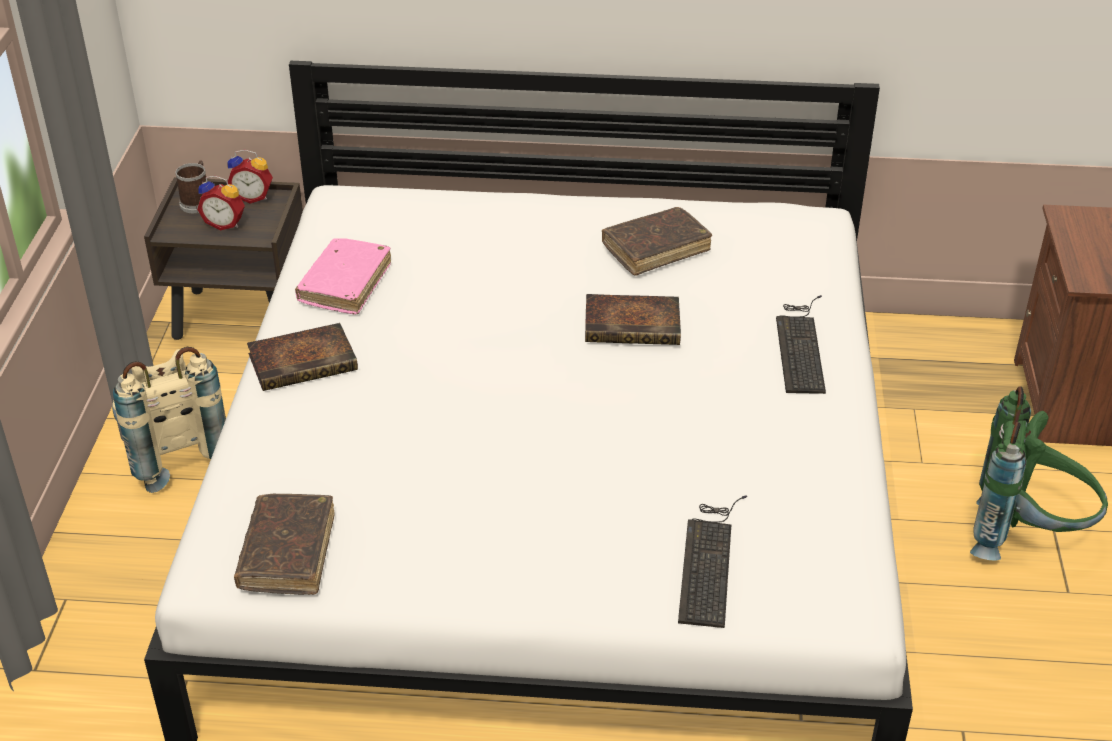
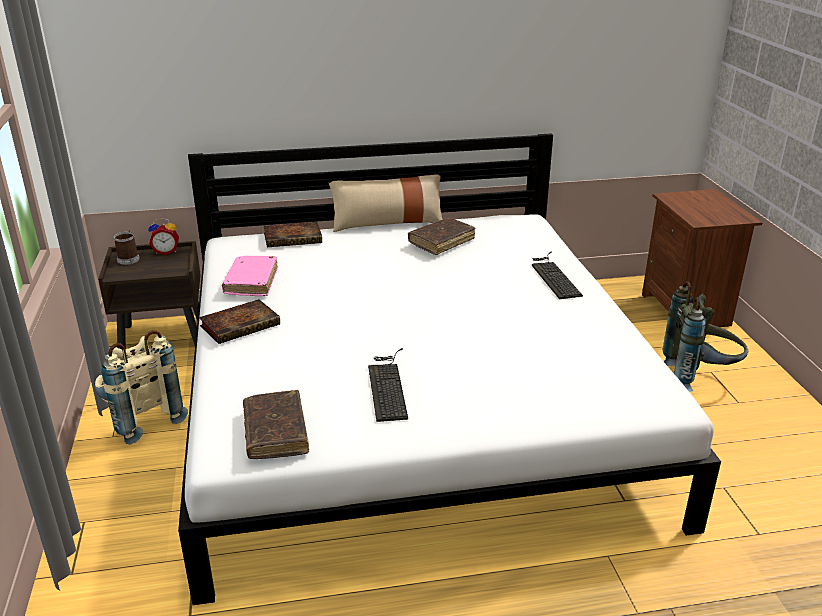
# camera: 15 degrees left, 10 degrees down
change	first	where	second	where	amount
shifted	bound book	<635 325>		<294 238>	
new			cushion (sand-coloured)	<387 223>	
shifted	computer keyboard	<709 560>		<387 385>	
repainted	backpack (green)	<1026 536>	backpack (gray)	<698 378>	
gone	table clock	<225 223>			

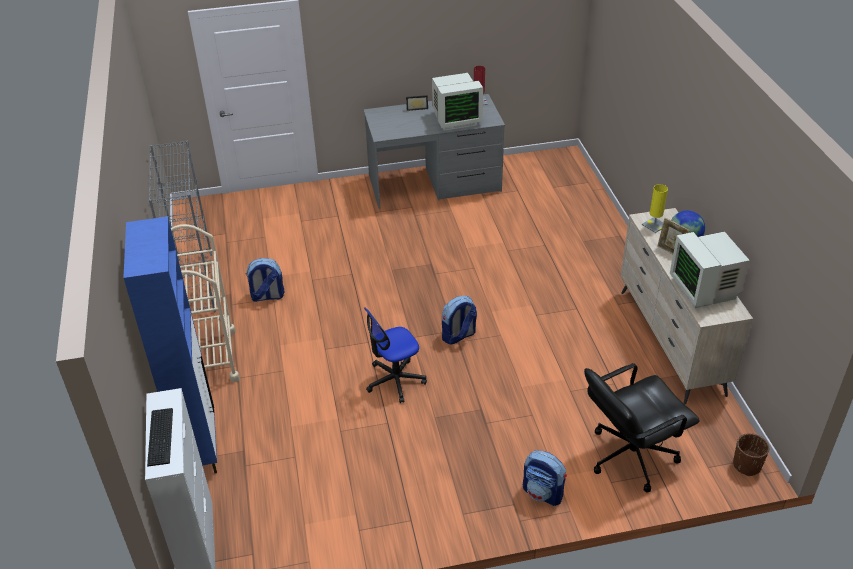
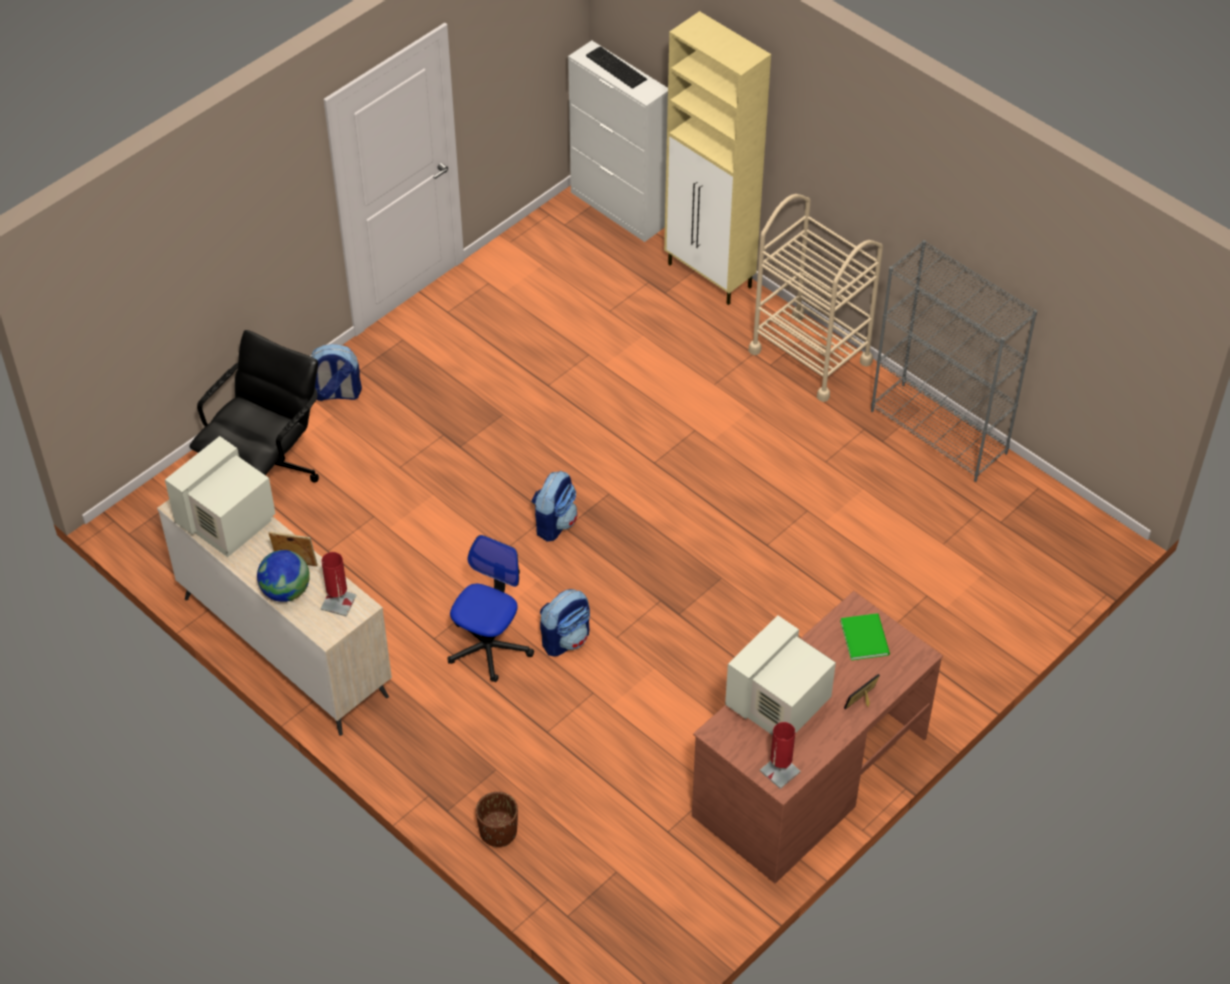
# camera: 145 degrees right, 10 degrees up
change	first	where	second	where	amount
rotated	monitor	<705 289>		<229 523>	90 degrees counterclockwise
repainted	tabletop lamp (yellow-coloured)	<654 225>	tabletop lamp (reddish)	<338 602>	
shifted	computer chair	<395 380>		<489 647>	
shifted	planter (brownish)	<747 465>		<498 832>	
shifted	backpack	<267 296>		<566 639>	
repainted	storage cabinet (blue-coloured)	<200 447>	storage cabinet (sand-coloured)	<710 276>	
repainted	desk unit (gray)	<434 184>	desk unit (brownish)	<809 776>	
new			bound book (green)	<865 636>	

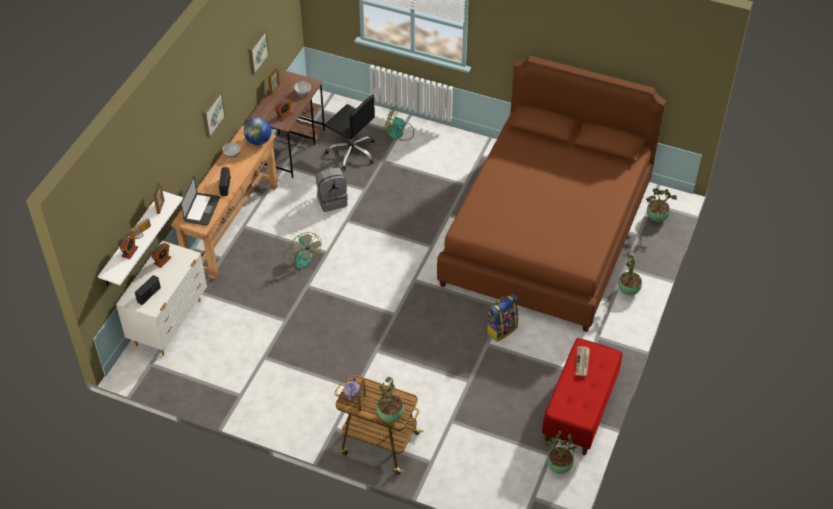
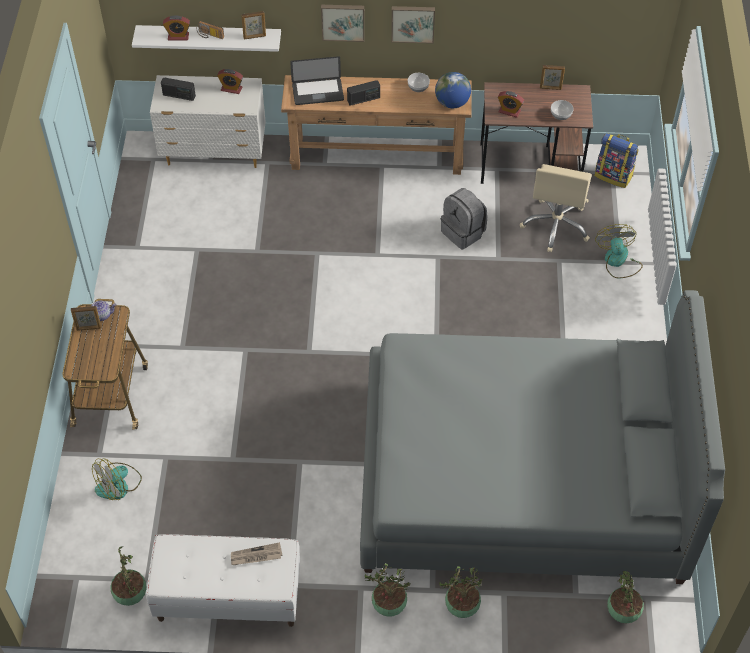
# camera: 70 degrees right, 5 degrees up
change	first	where	second	where	amount
shifted	electric fan	<301 255>		<119 485>	
repainted	long seat (reddish)	<580 410>	long seat (white)	<228 597>	
shifted	picture	<256 51>		<343 21>	
repainted	sleeping bed (brownish)	<547 234>	sleeping bed (gray)	<521 479>	
shifted	houseplant	<390 416>		<388 606>	
repainted	computer chair (blackish)	<352 152>	computer chair (sand-coloured)	<556 226>	
shifted	backpack	<501 329>		<614 175>	

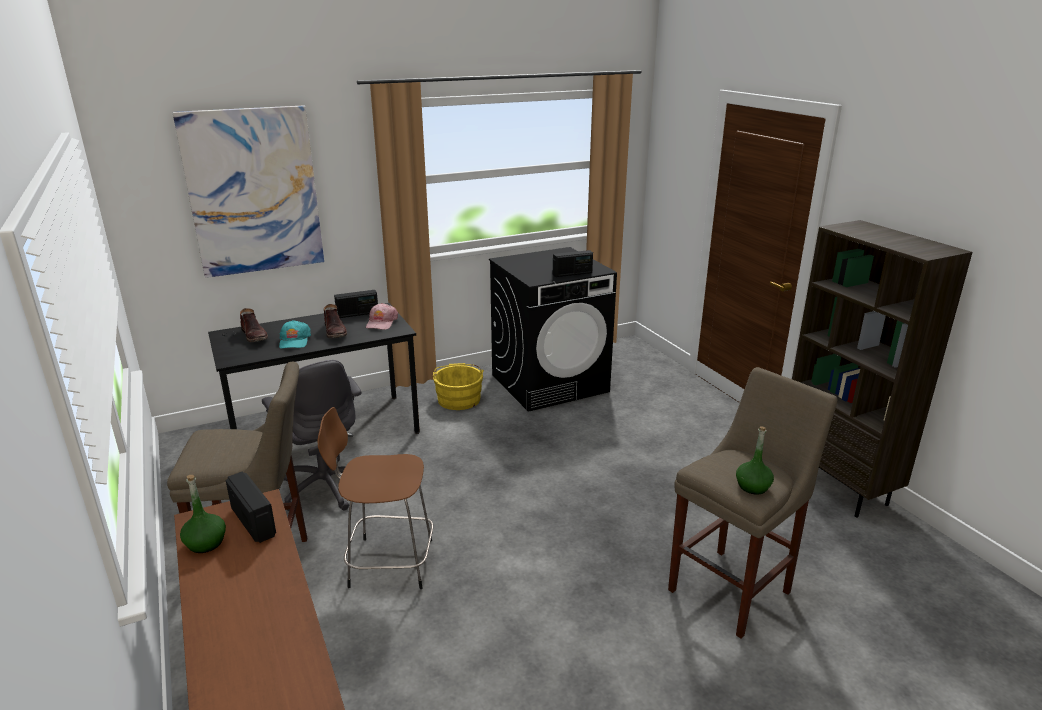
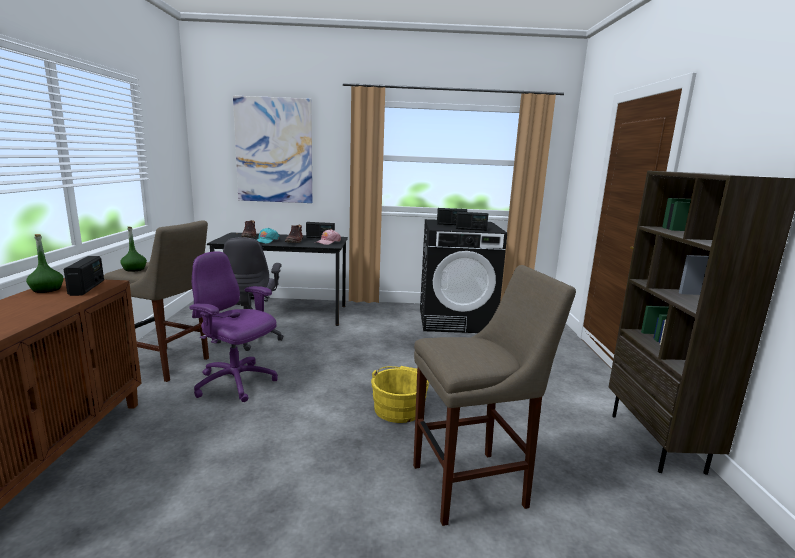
# camera: 25 degrees right, 10 degrees down
change	first	where	second	where	amount
shifted	beverage bottle (green)	<752 486>		<134 269>	
swapped	stool (brownish)	<387 562>	computer chair (purplish)	<236 383>	
shifted	pail (yellow-coloured)	<459 398>		<399 407>	
new			radio	<451 224>	

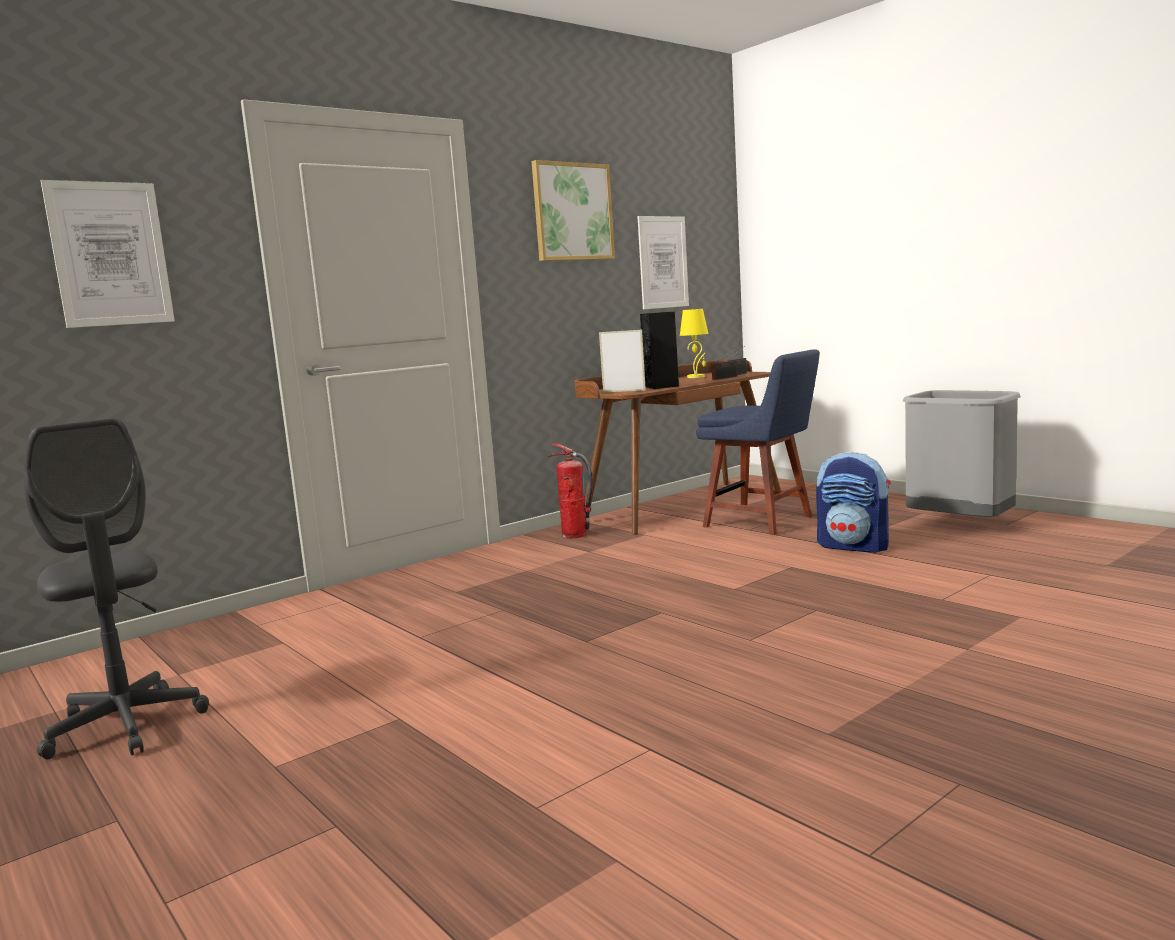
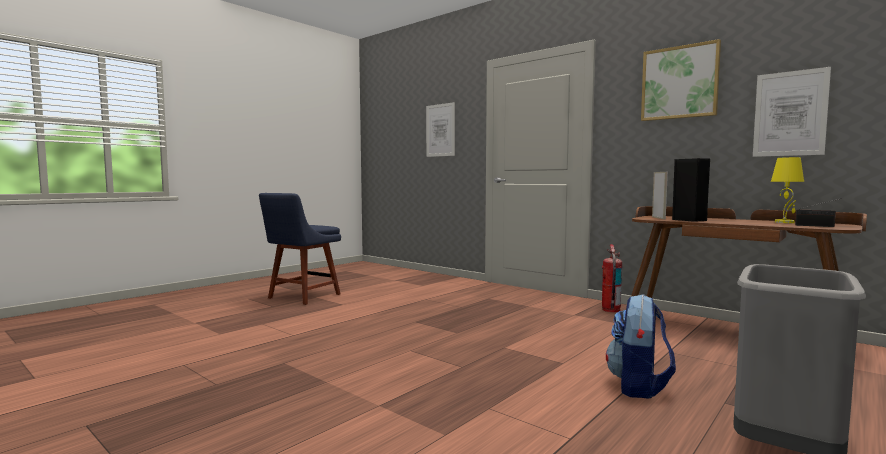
# camera: 80 degrees right, 5 degrees down
change	first	where	second	where	amount
shifted	plain chair (blue-coloured)	<763 522>		<302 297>	
gone	computer chair (gray)	<126 726>			
gone	radio	<726 378>			

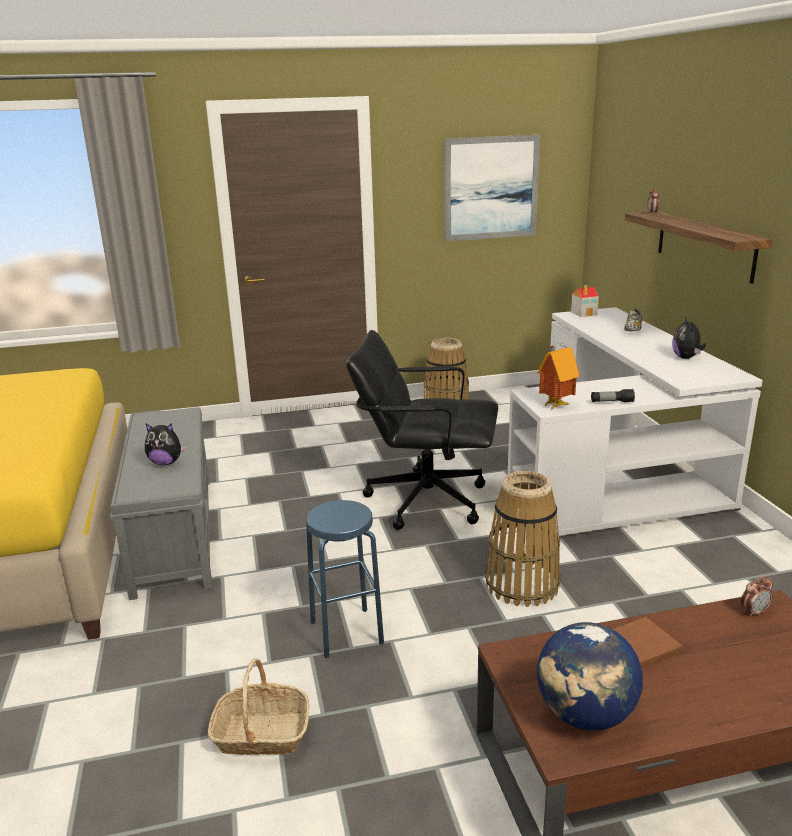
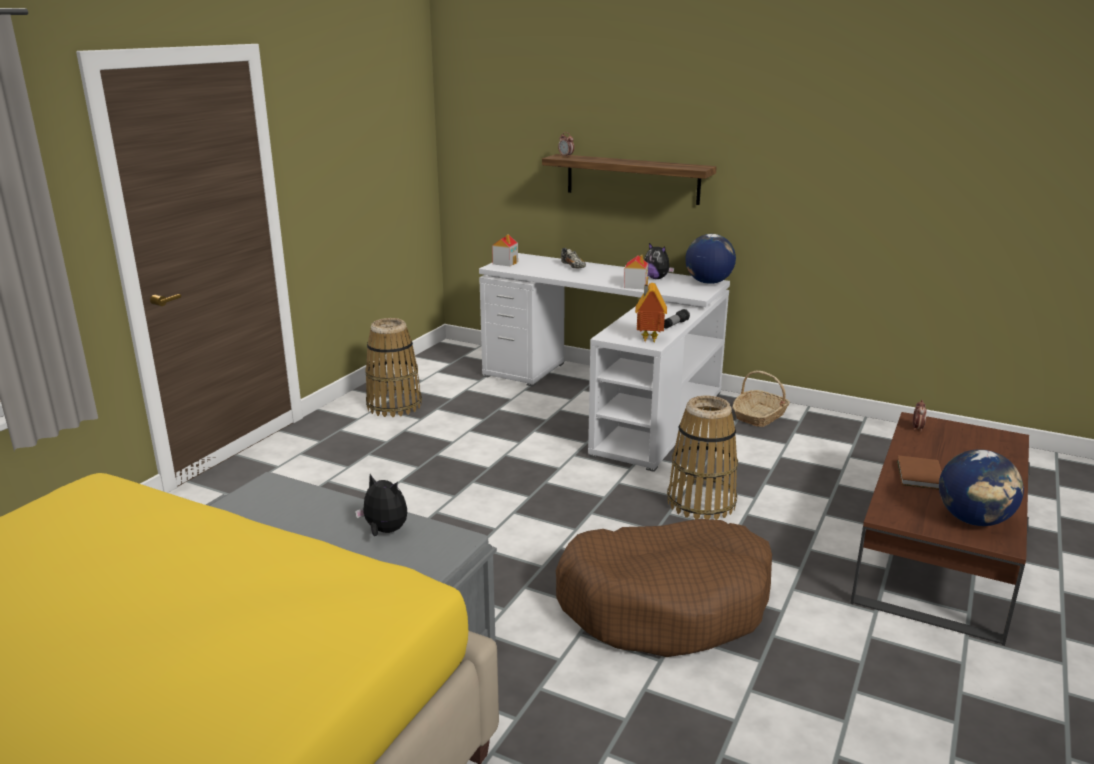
# camera: 50 degrees left, 0 degrees up
change	first	where	second	where	amount
rotated	cuddly toy	<166 463>		<384 531>	105 degrees counterclockwise
swapped	stool (blue-coloured)	<346 632>	dog bed (brownish)	<665 604>	
new			miniature house	<635 285>	
new			desk globe	<708 282>	
shifted	household basket	<261 734>		<759 416>	
gone	computer chair (blackish)	<425 500>			
gone	picture	<491 188>			

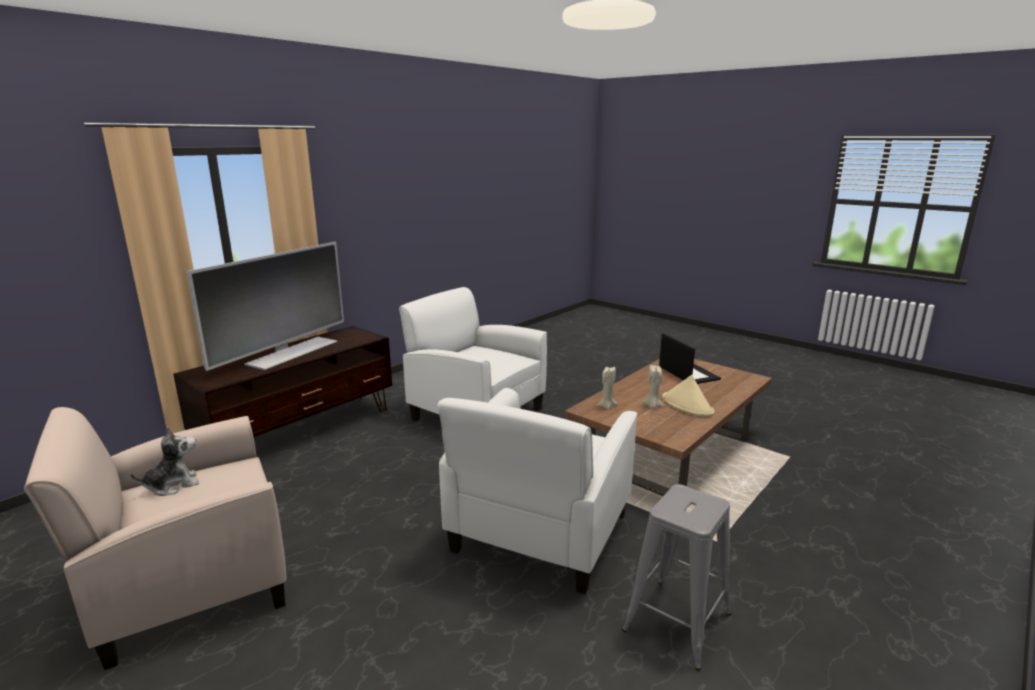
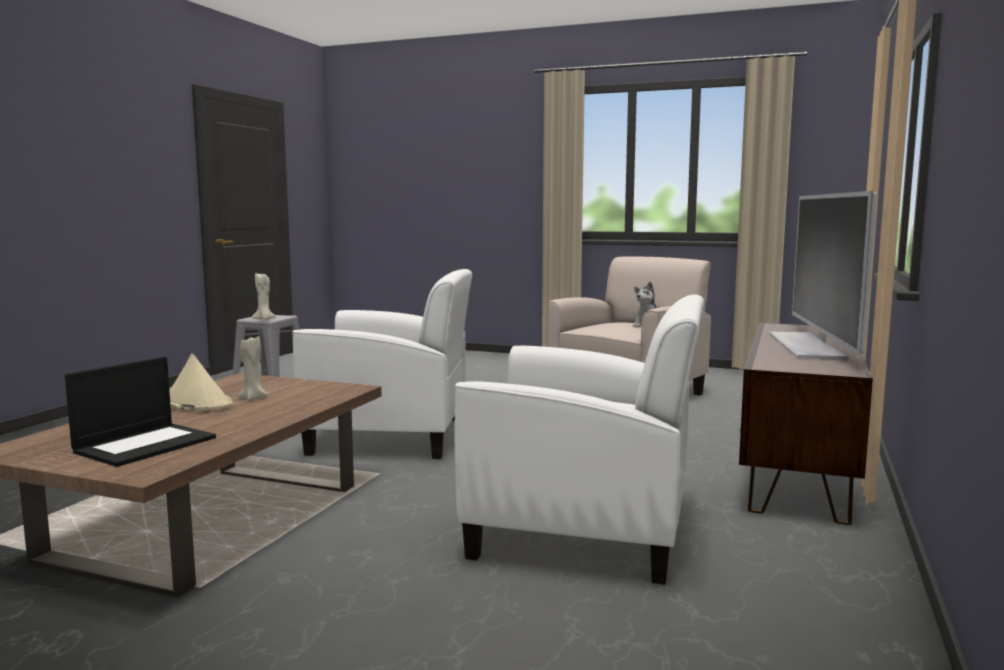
# camera: 160 degrees right, 10 degrees down
change	first	where	second	where	amount
rotated	portable computer	<687 373>		<146 444>	105 degrees counterclockwise
shifted	wax light (sand-coloured)	<606 406>		<264 319>	
rotated	armchair (white)	<539 533>		<391 436>	90 degrees clockwise

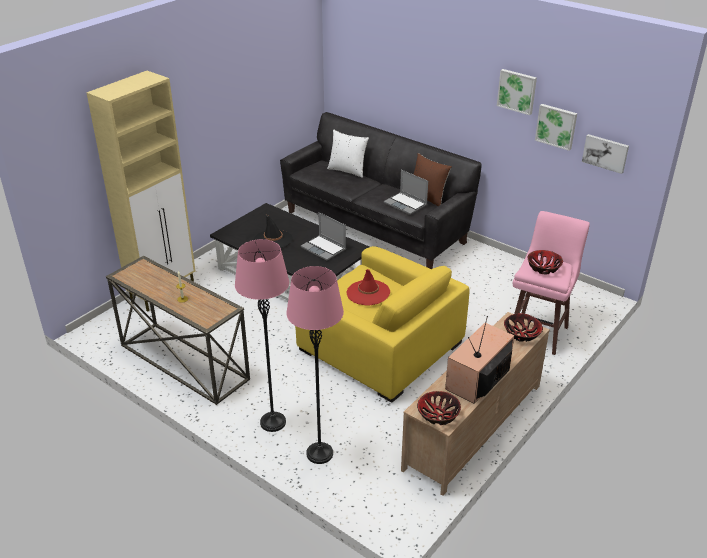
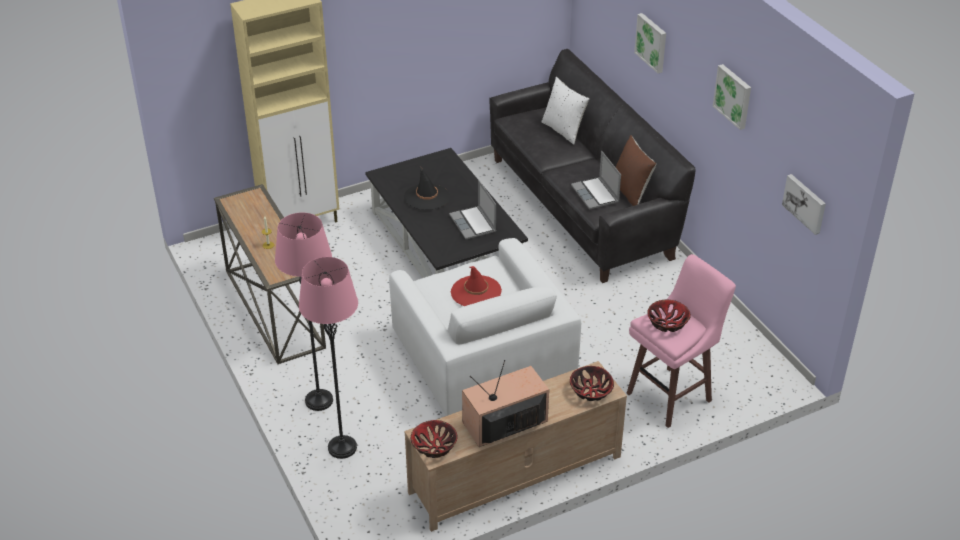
# camera: 25 degrees right, 5 degrees up
change	first	where	second	where	amount
repainted	armchair (yellow-coloured)	<379 345>	armchair (white)	<481 354>	
shifted	picture	<556 126>		<652 42>	

